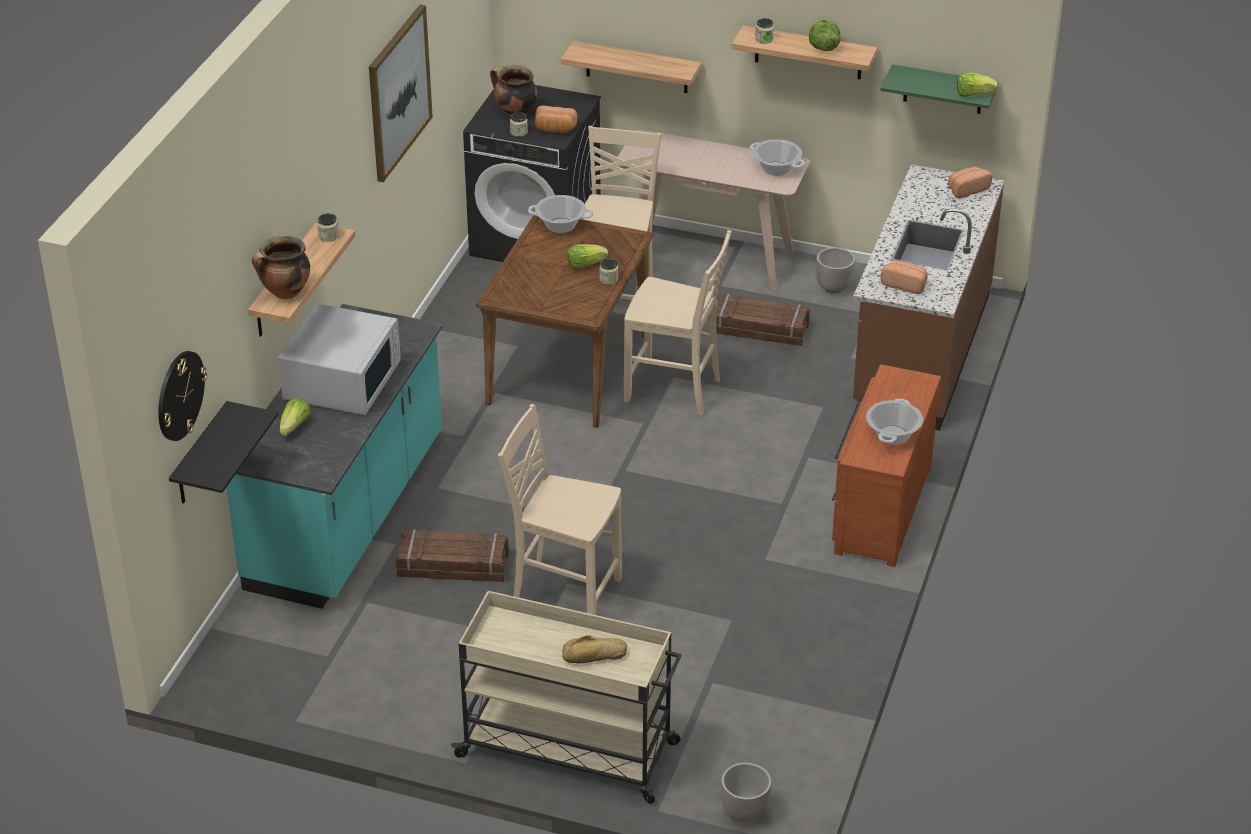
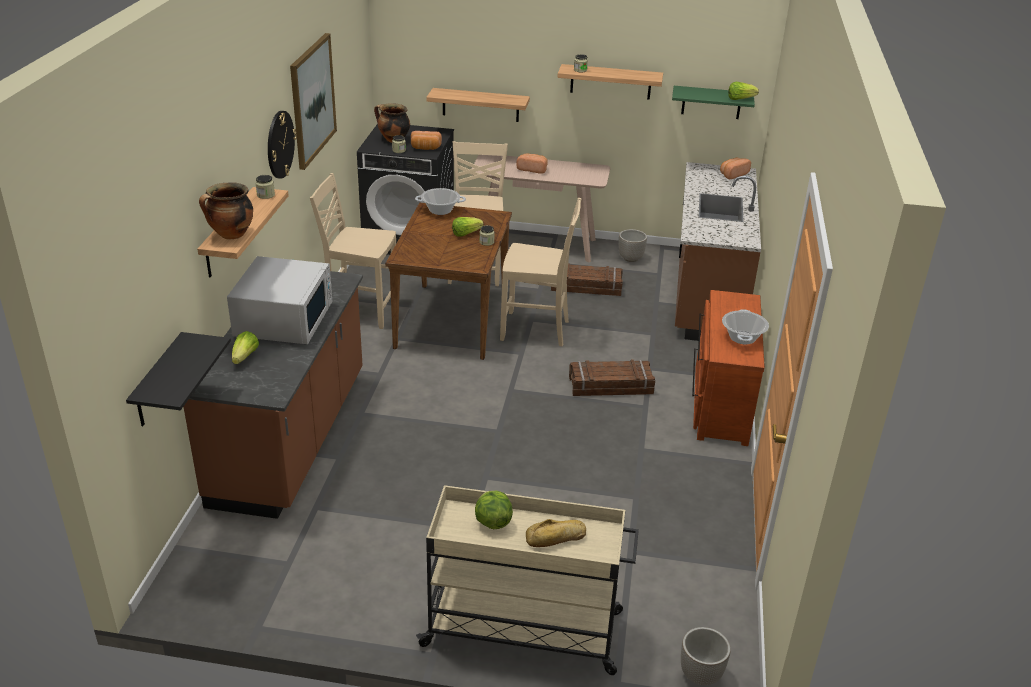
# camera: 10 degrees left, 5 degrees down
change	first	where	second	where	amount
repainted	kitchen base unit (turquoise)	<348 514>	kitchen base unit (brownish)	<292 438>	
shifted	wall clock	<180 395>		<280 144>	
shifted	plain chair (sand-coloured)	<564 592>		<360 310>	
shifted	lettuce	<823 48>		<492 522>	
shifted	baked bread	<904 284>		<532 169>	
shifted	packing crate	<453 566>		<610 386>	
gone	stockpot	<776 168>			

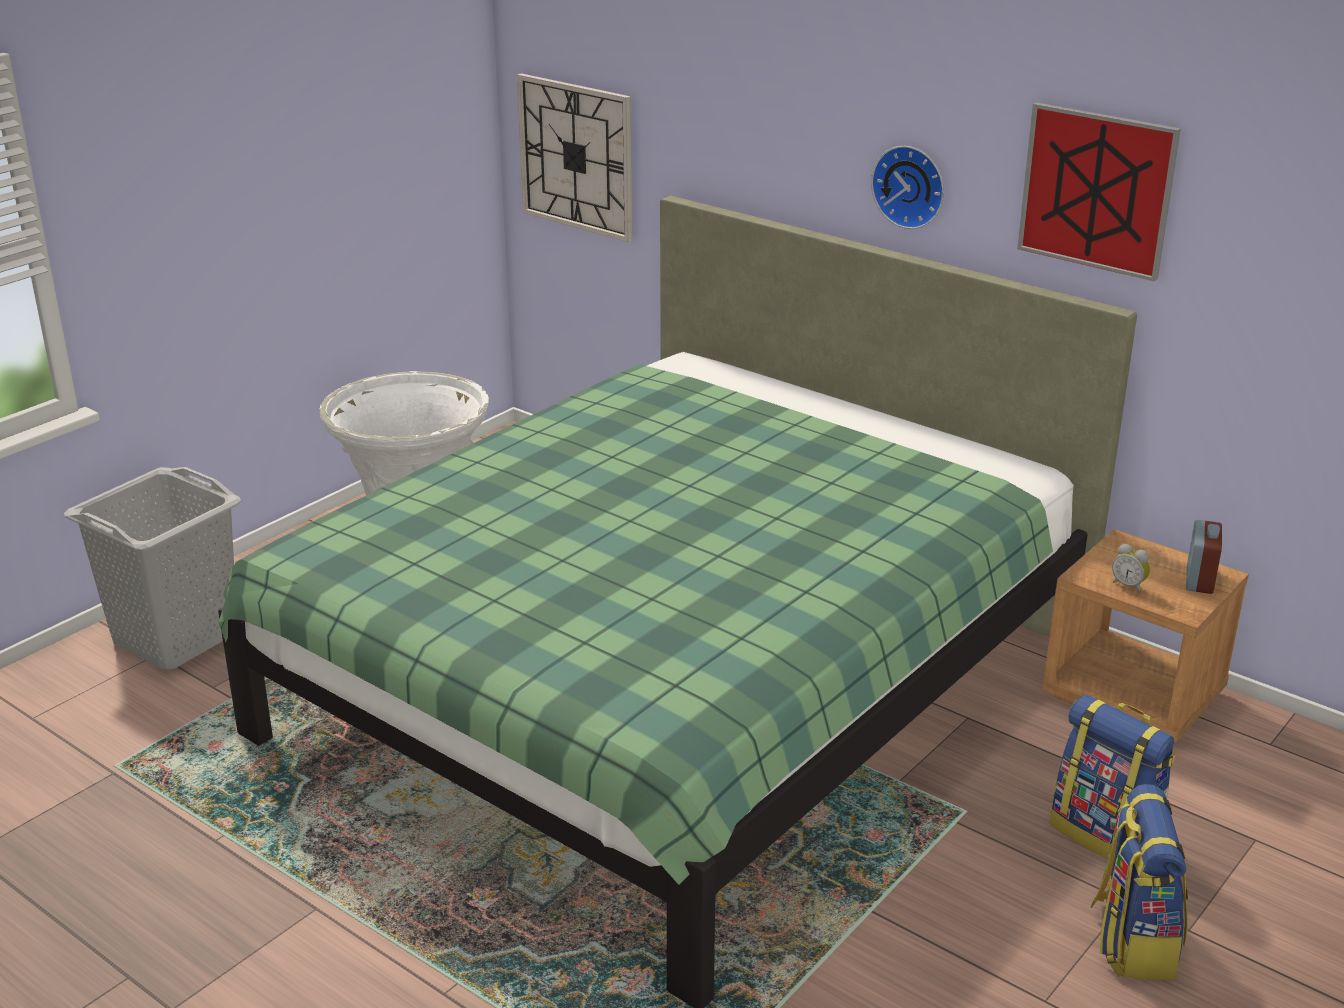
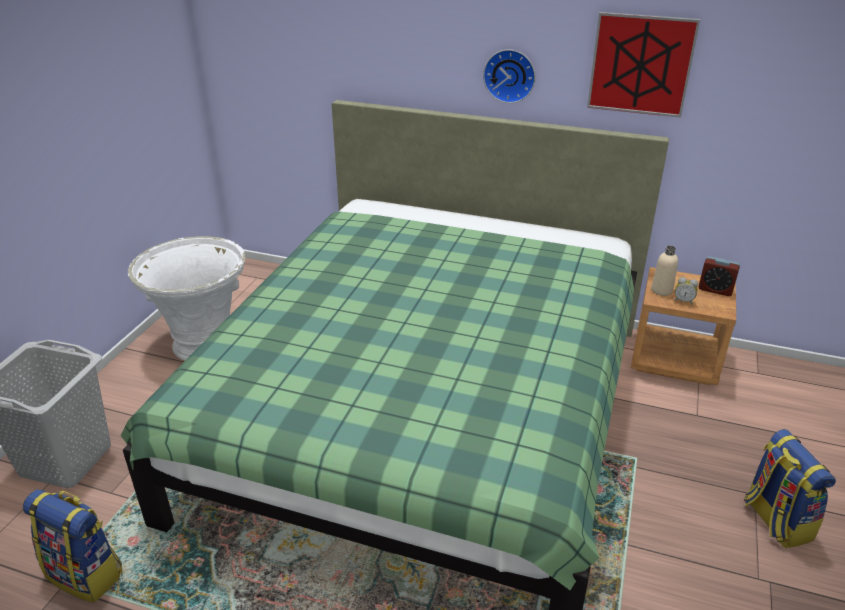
# camera: 20 degrees left, 5 degrees up
change	first	where	second	where	amount
shifted	backpack	<1106 834>		<86 574>	
new			beverage bottle (sand-coloured)	<661 290>	
rotated	table clock	<1199 580>		<715 289>	120 degrees clockwise
gone	wall clock	<576 156>			

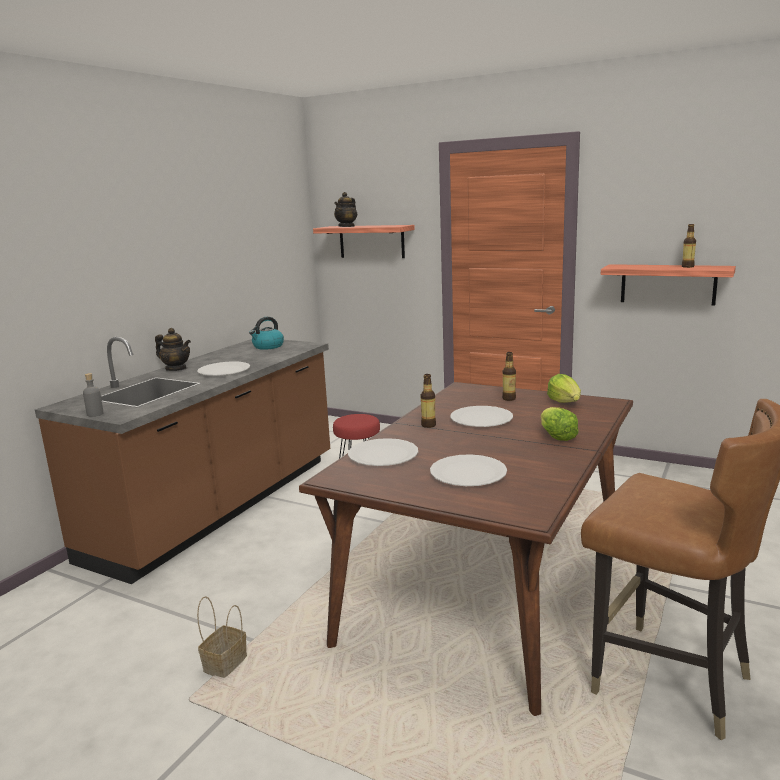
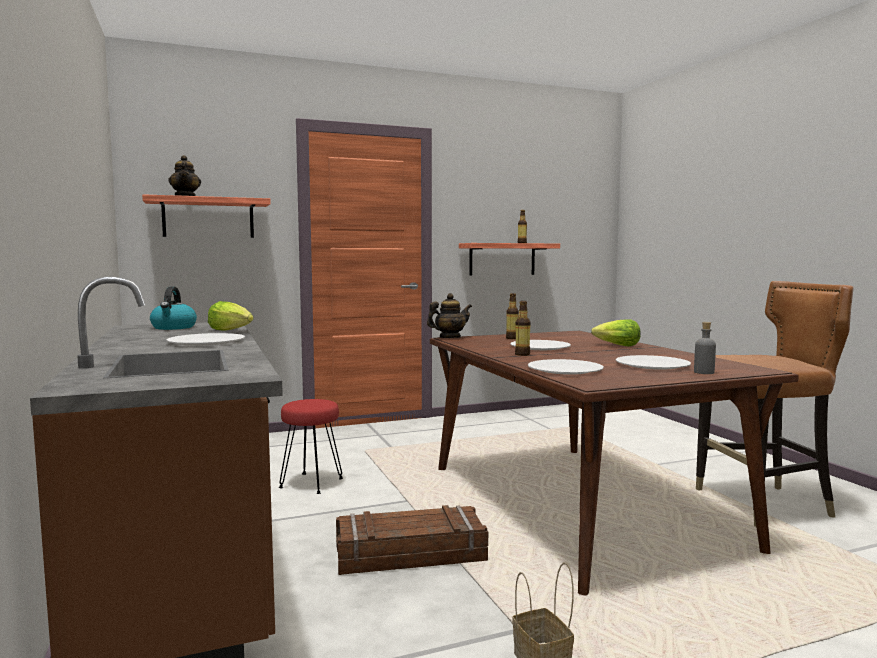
# camera: 50 degrees left, 10 degrees down
change	first	where	second	where	amount
shifted	lettuce	<565 402>		<231 330>	
new			packing crate	<410 554>	
shifted	pot for tea	<176 369>		<449 337>	
shifted	beverage bottle (gray)	<95 414>		<704 372>	

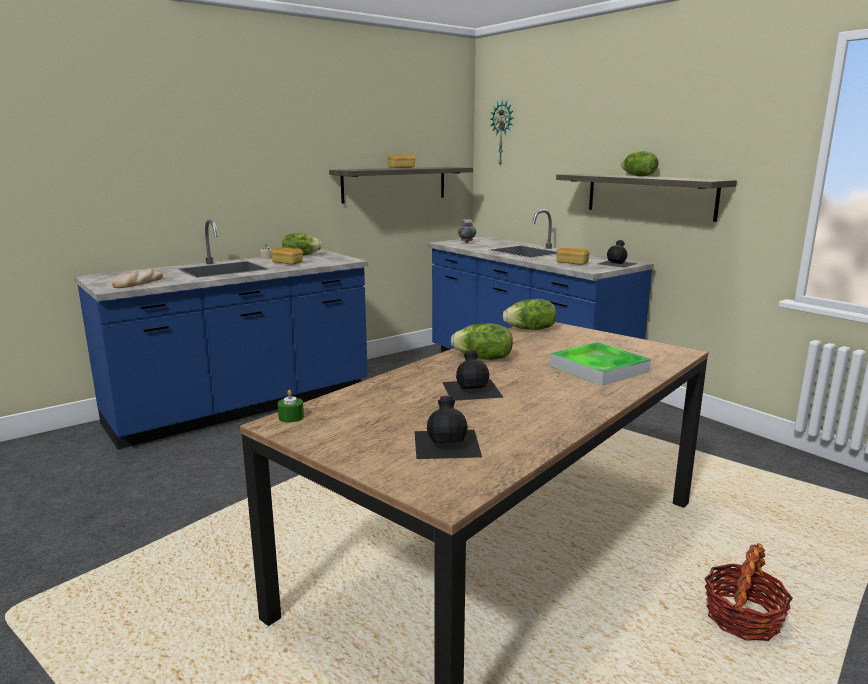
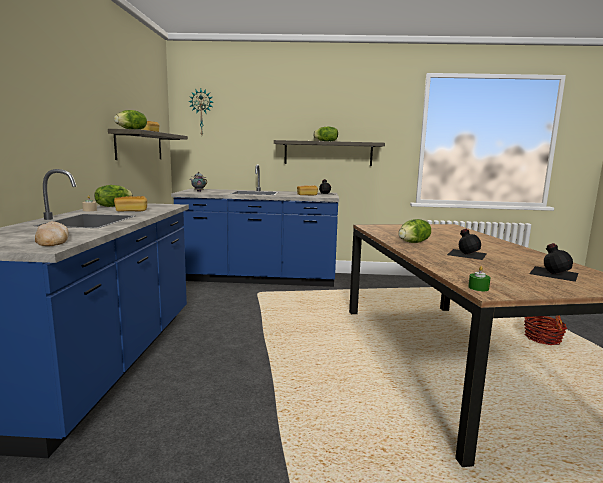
# camera: 50 degrees left, 5 degrees down
change	first	where	second	where	amount
shifted	lettuce	<531 329>		<132 129>	
gone	carrying tray	<599 368>			

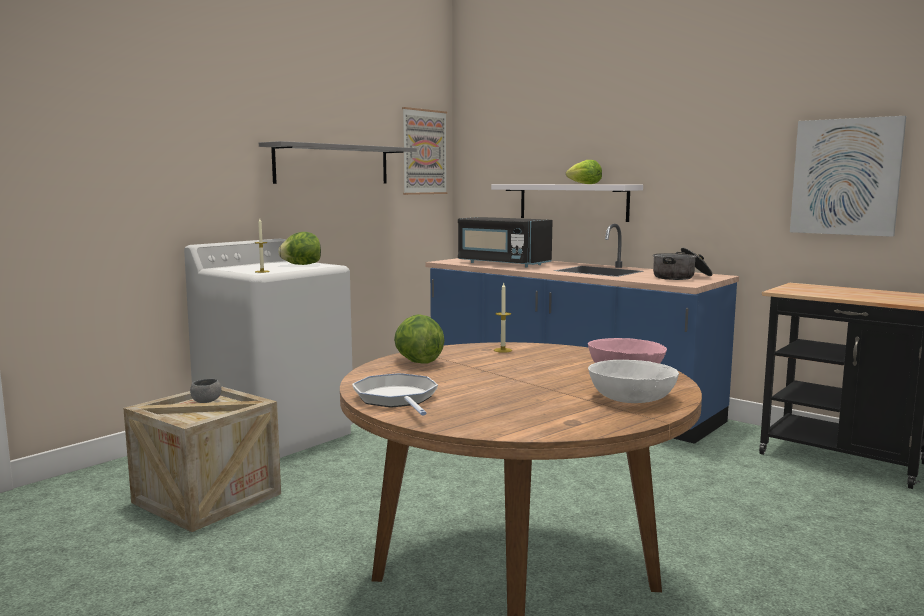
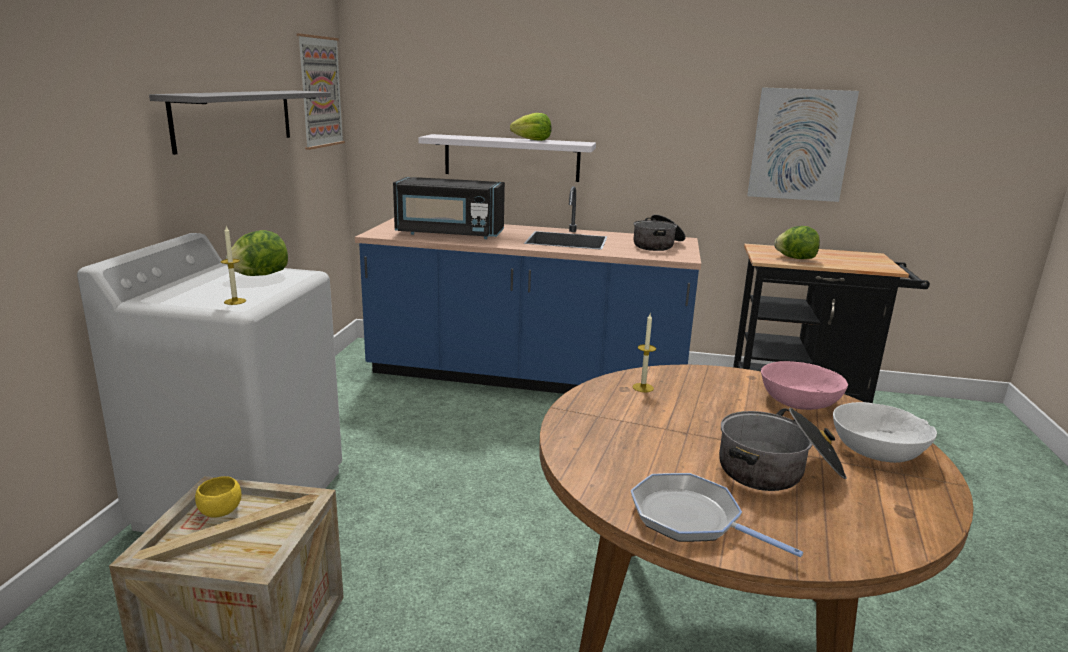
# camera: 30 degrees left, 10 degrees up
change	first	where	second	where	amount
repainted	bowl (gray)	<206 401>	bowl (yellow-coloured)	<220 511>	
new			stockpot	<778 471>	
shifted	lettuce	<417 362>		<795 258>	

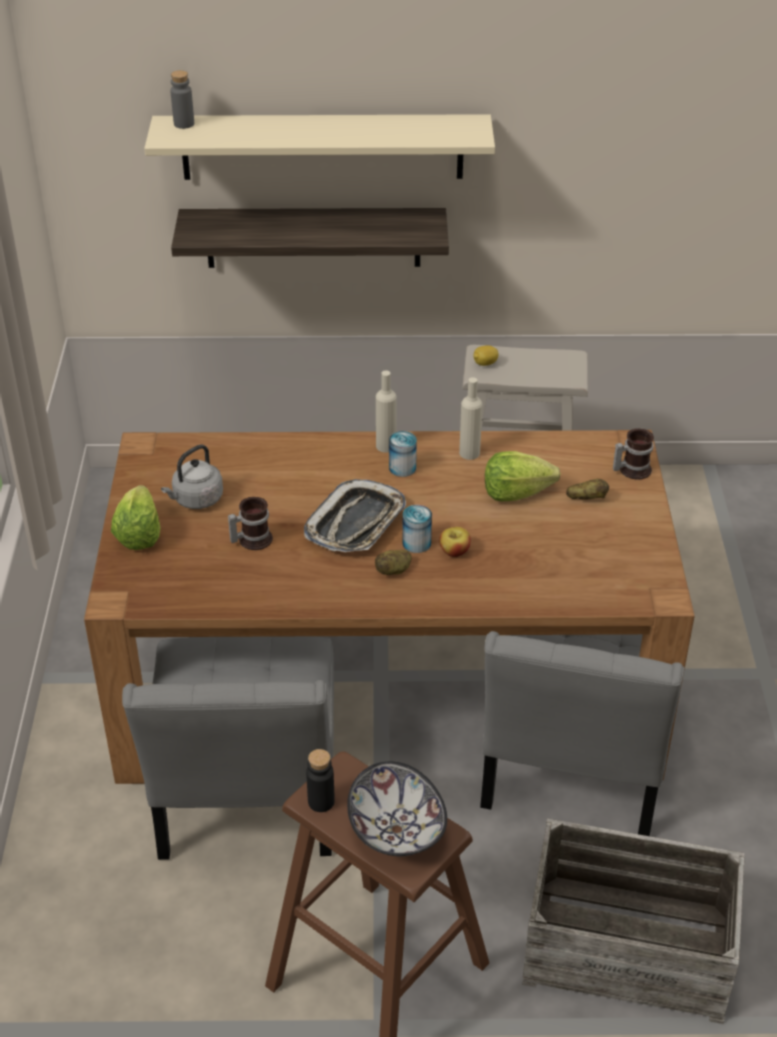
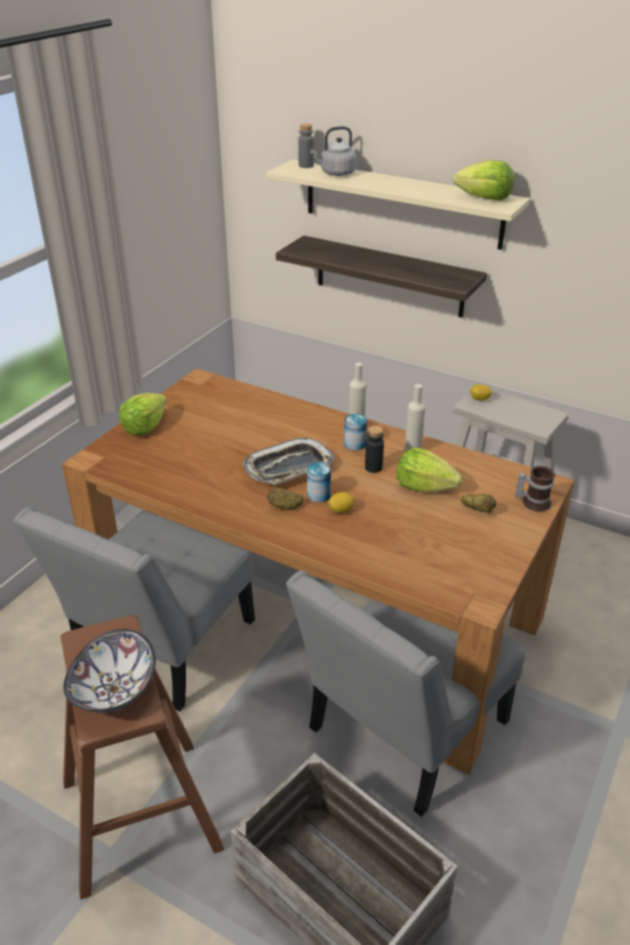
# camera: 30 degrees right, 5 degrees down
change	first	where	second	where	amount
shifted	water kettle (gray)	<196 500>		<336 173>	
swapped	whole apple	<454 551>	whole lemon	<341 510>	
shifted	beverage bottle (blackish)	<321 801>		<373 467>	
new			lettuce	<484 198>	
gone	tea mug	<251 539>			

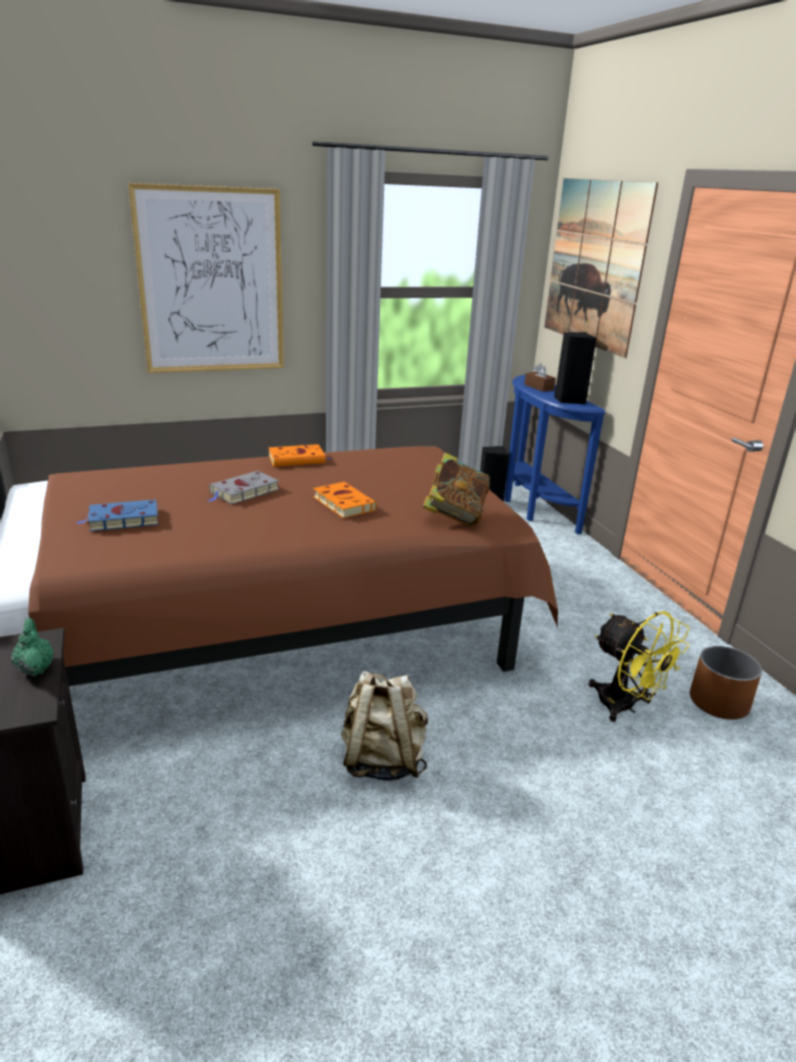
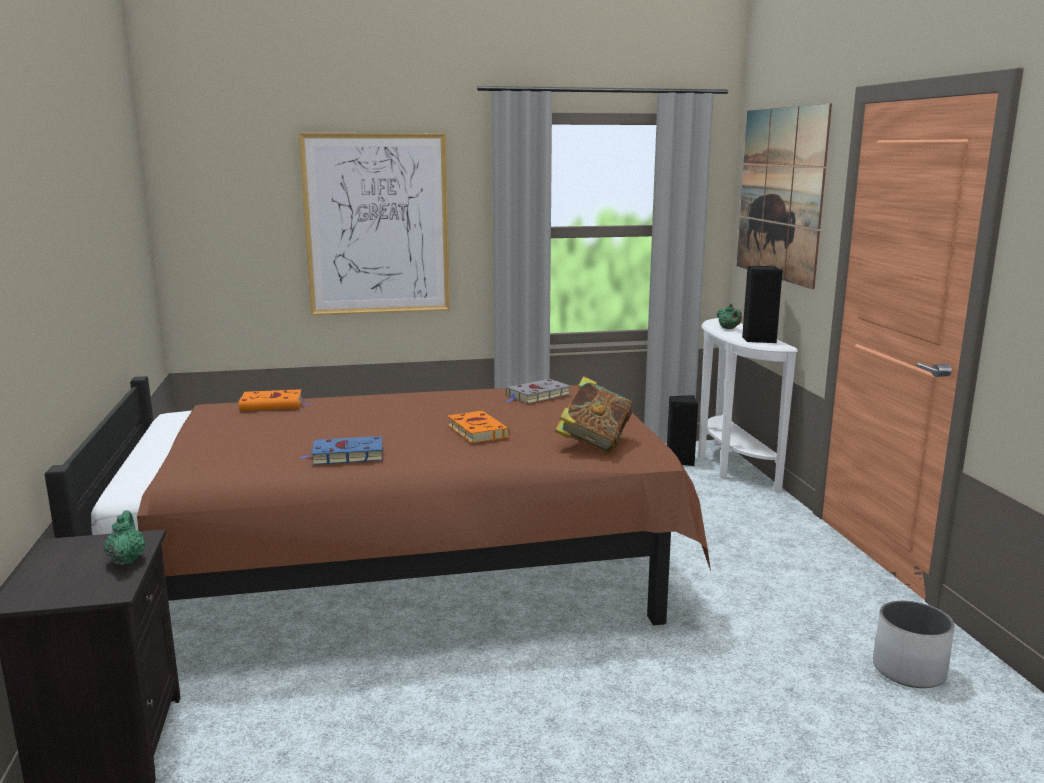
# camera: 10 degrees right, 10 degrees down
change	first	where	second	where	amount
shifted	bound book (orange-coloured)	<298 459>		<273 404>	
shifted	bound book (blue-coloured)	<122 520>		<345 456>	
shifted	bound book (gray)	<243 492>		<537 396>	
repainted	narrow table (blue-coloured)	<533 509>	narrow table (white)	<730 466>	
swapped	box of tissues (brownish)	<539 387>	pot for tea (green)	<729 329>	
repainted	planter (brownish)	<719 702>	planter (white)	<909 670>	
gone	backpack (sand-coloured)	<382 760>			
gone	electric fan (yellow-coloured)	<625 707>			

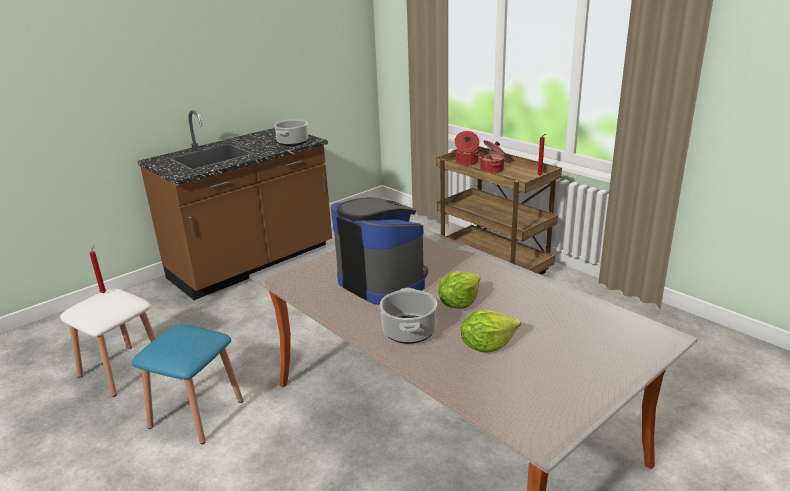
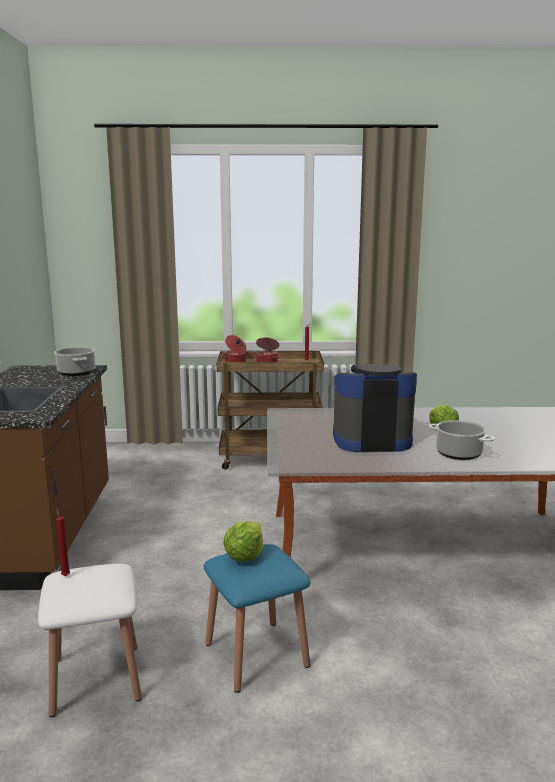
# camera: 50 degrees left, 10 degrees down
change	first	where	second	where	amount
shifted	lettuce	<487 345>		<244 556>	

